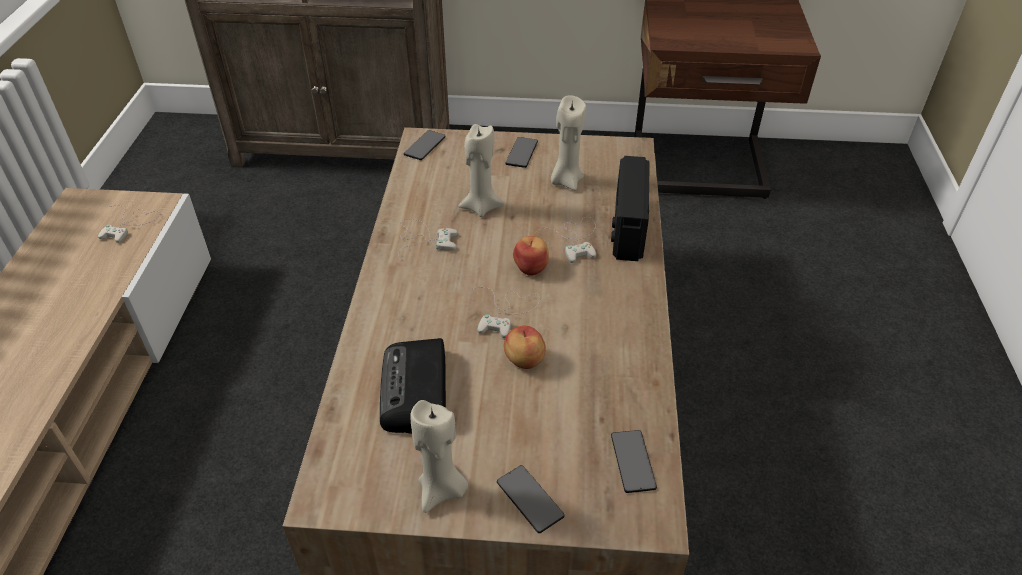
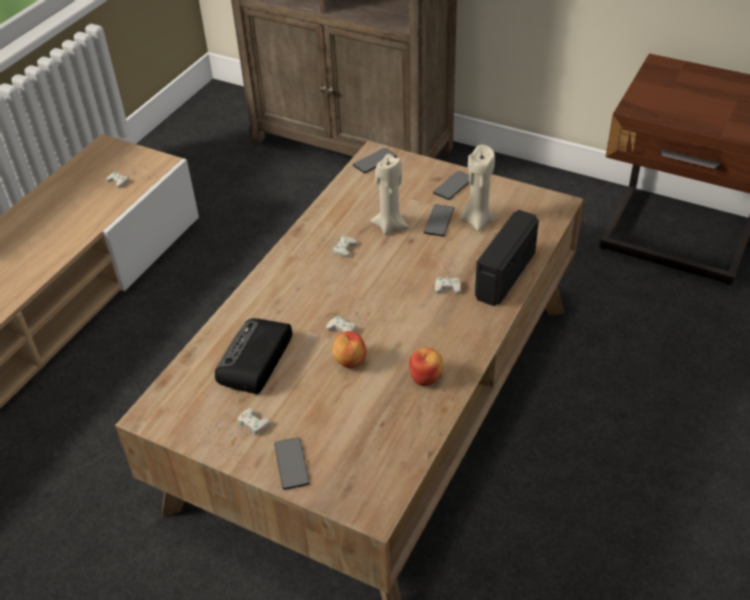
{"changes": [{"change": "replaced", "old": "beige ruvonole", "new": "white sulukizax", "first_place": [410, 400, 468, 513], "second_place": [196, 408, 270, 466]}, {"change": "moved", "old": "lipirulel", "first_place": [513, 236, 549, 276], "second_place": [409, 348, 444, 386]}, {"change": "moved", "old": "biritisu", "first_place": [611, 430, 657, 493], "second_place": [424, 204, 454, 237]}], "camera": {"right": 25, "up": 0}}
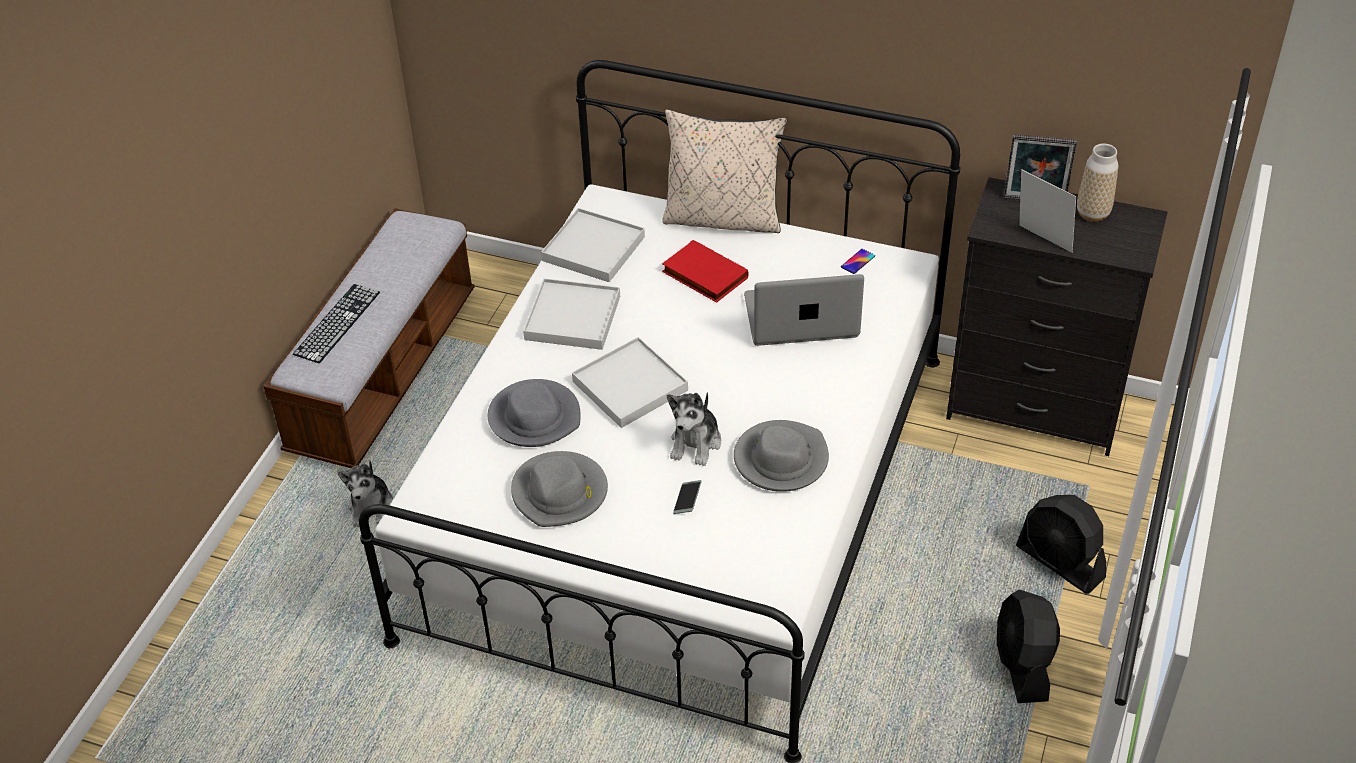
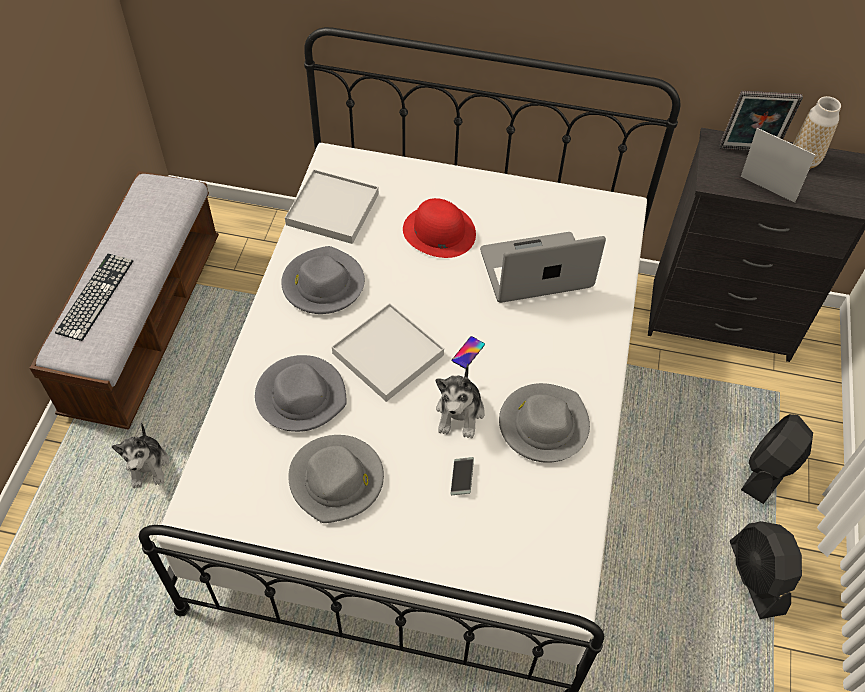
{"changes": [{"change": "replaced", "old": "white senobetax", "new": "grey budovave", "first_place": [523, 278, 620, 350], "second_place": [281, 246, 365, 314]}, {"change": "replaced", "old": "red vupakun", "new": "red budovave", "first_place": [662, 240, 748, 303], "second_place": [403, 198, 476, 258]}, {"change": "moved", "old": "biritisu", "first_place": [841, 249, 875, 274], "second_place": [452, 336, 485, 369]}, {"change": "turned", "old": "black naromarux", "first_place": [1016, 495, 1106, 594], "second_place": [741, 414, 813, 504], "degrees": 90}, {"change": "removed", "old": "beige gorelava", "first_place": [662, 110, 787, 233]}], "camera": {"right": -10, "up": 10}}
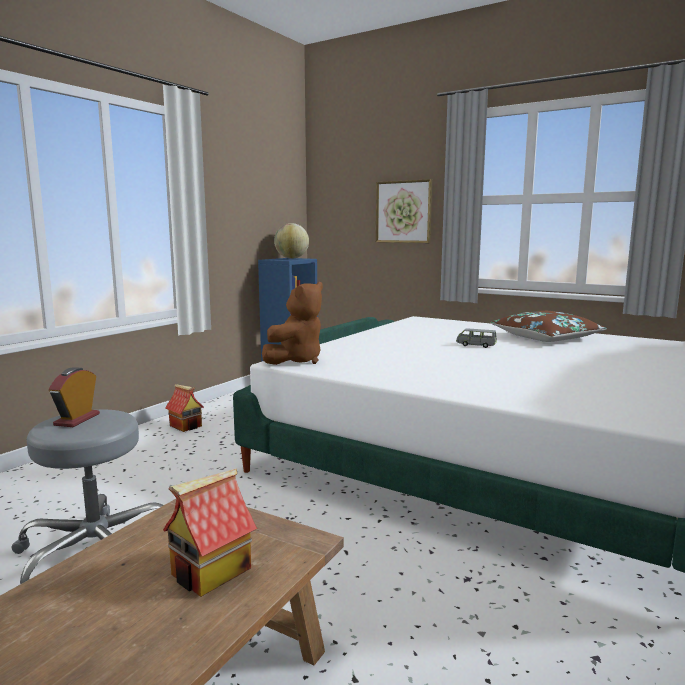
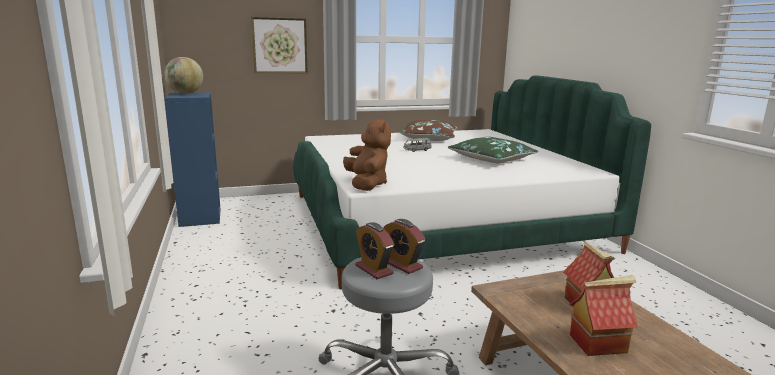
{"changes": [{"change": "added", "new": "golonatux", "second_place": [384, 219, 425, 274]}, {"change": "added", "new": "green gorelava", "second_place": [448, 137, 538, 163]}, {"change": "moved", "old": "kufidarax", "first_place": [165, 384, 204, 432], "second_place": [569, 275, 638, 356]}], "camera": {"right": -50, "up": 5}}
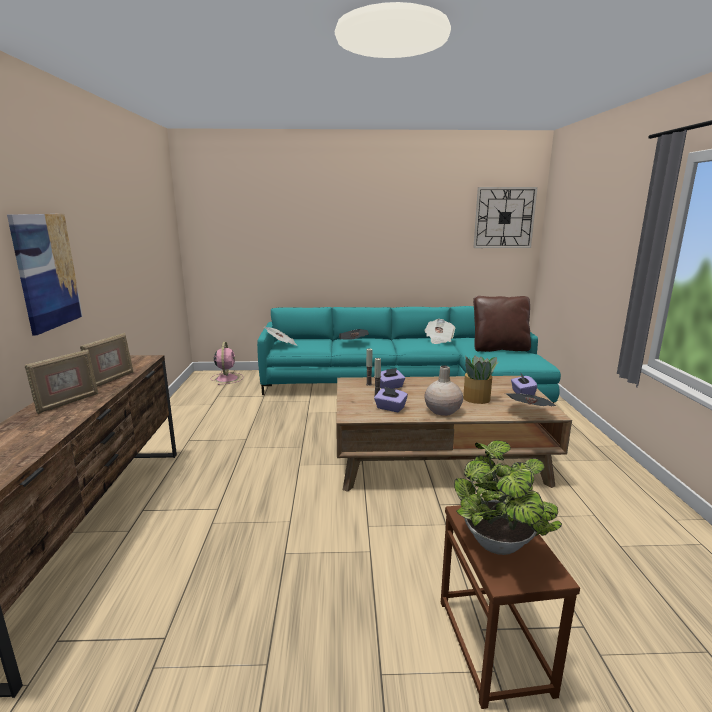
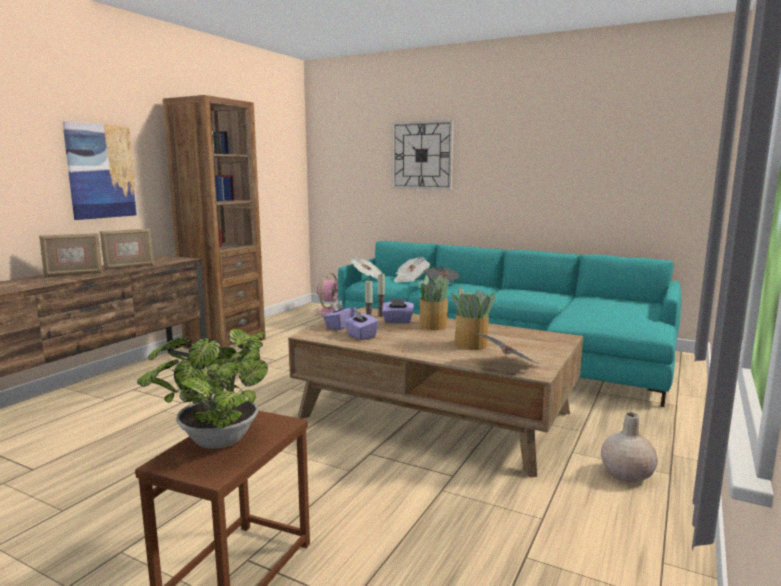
{"changes": [{"change": "added", "new": "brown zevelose", "second_place": [163, 95, 265, 349]}, {"change": "moved", "old": "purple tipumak", "first_place": [511, 372, 537, 395], "second_place": [323, 301, 357, 330]}, {"change": "moved", "old": "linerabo", "first_place": [473, 187, 538, 248], "second_place": [392, 120, 454, 190]}, {"change": "moved", "old": "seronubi", "first_place": [424, 319, 455, 344], "second_place": [394, 257, 430, 282]}, {"change": "added", "new": "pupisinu", "second_place": [418, 275, 449, 330]}, {"change": "moved", "old": "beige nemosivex", "first_place": [424, 366, 463, 416], "second_place": [601, 412, 658, 483]}, {"change": "removed", "old": "brown gorelava", "first_place": [473, 296, 531, 352]}], "camera": {"right": 30, "up": -5}}
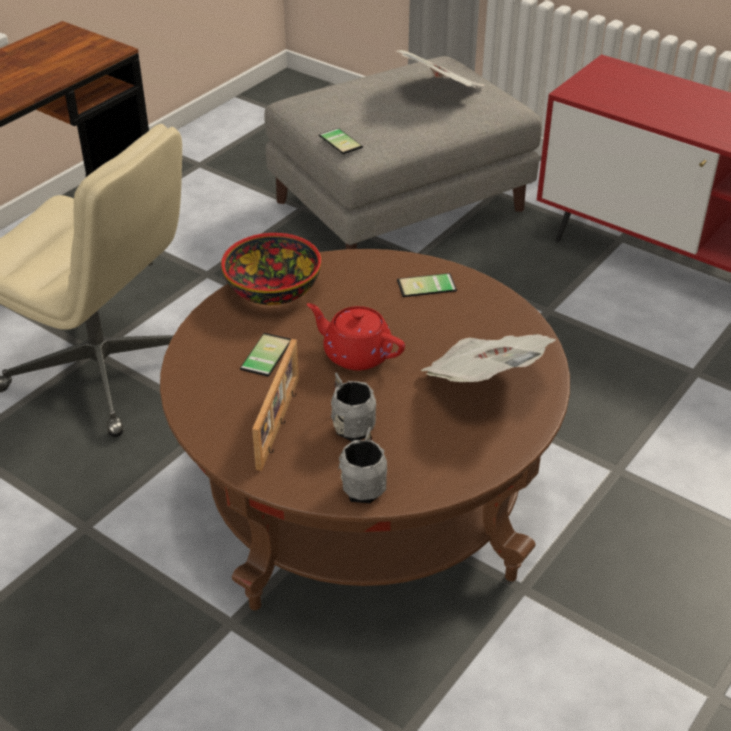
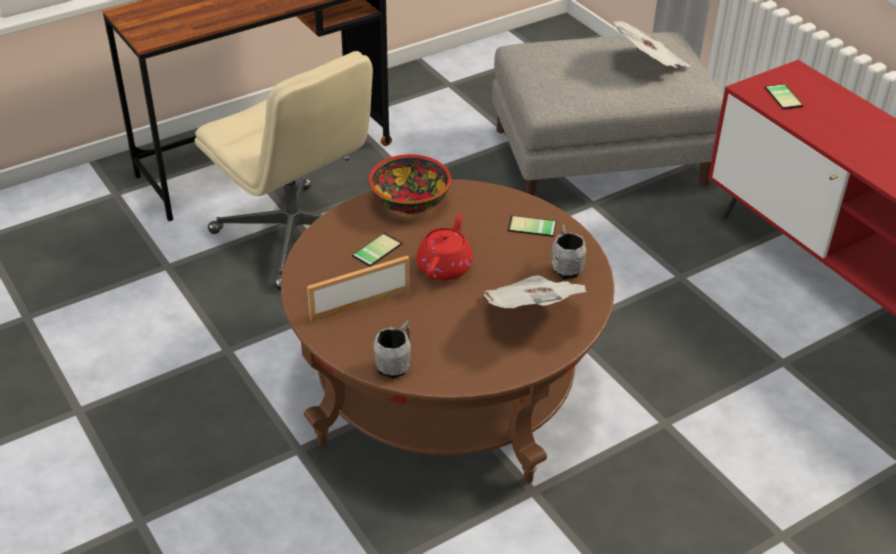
{"changes": [{"change": "turned", "old": "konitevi", "first_place": [252, 339, 299, 471], "second_place": [307, 255, 410, 322], "degrees": -150}, {"change": "turned", "old": "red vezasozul", "first_place": [307, 303, 405, 370], "second_place": [416, 213, 473, 280], "degrees": 60}, {"change": "moved", "old": "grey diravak", "first_place": [331, 372, 377, 442], "second_place": [551, 225, 586, 279]}, {"change": "moved", "old": "biritisu", "first_place": [319, 128, 363, 154], "second_place": [765, 84, 803, 110]}], "camera": {"right": 20, "up": 0}}
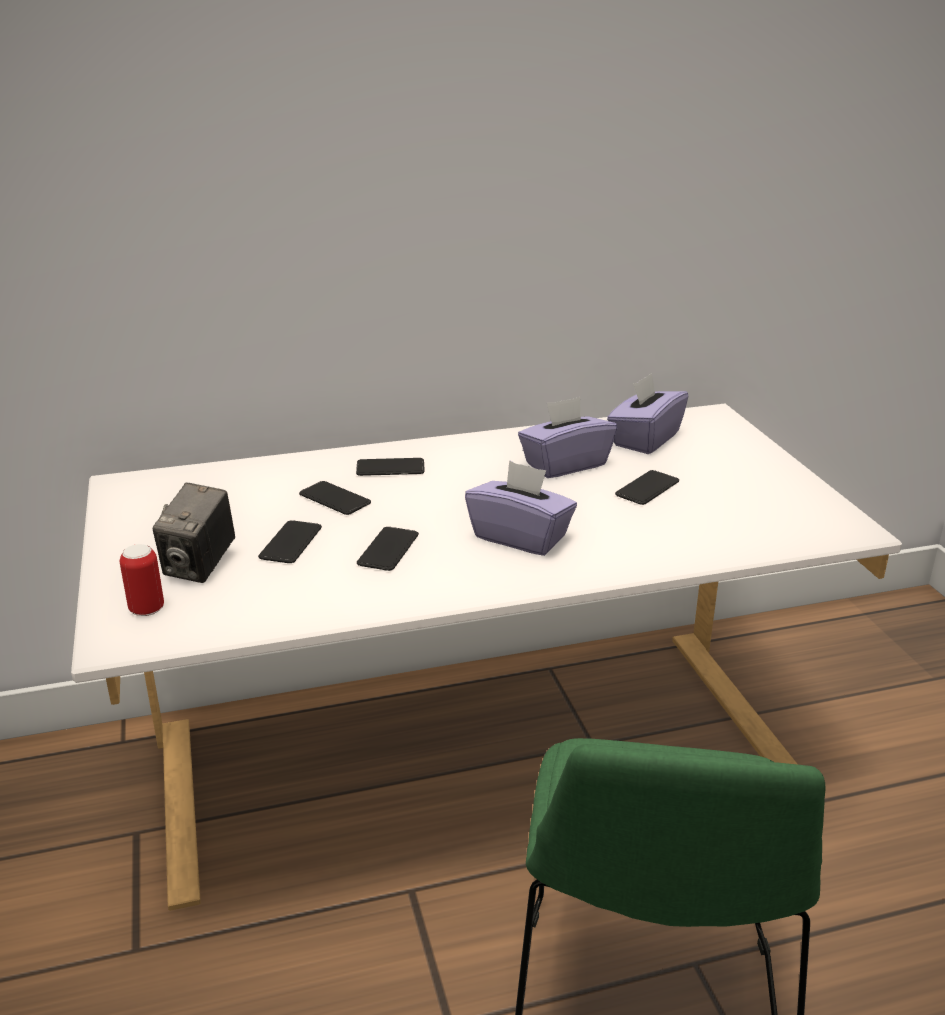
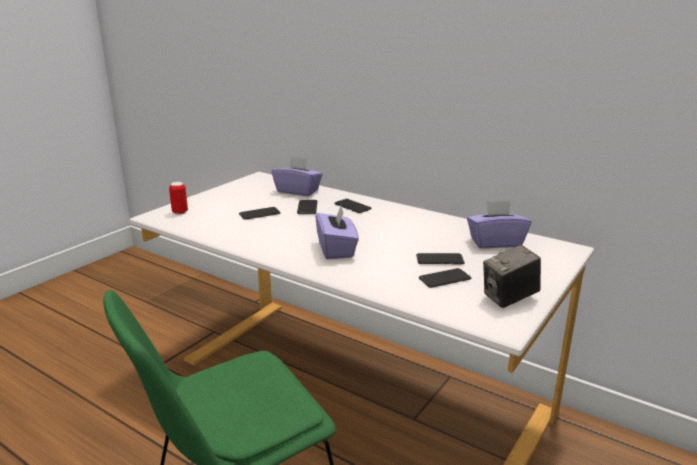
{"changes": [{"change": "moved", "old": "purple tipumak", "first_place": [518, 397, 617, 478], "second_place": [272, 156, 323, 196]}, {"change": "moved", "old": "biritisu", "first_place": [357, 527, 419, 571], "second_place": [419, 268, 471, 288]}, {"change": "moved", "old": "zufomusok", "first_place": [153, 483, 235, 583], "second_place": [483, 245, 541, 308]}], "camera": {"right": 50, "up": -5}}
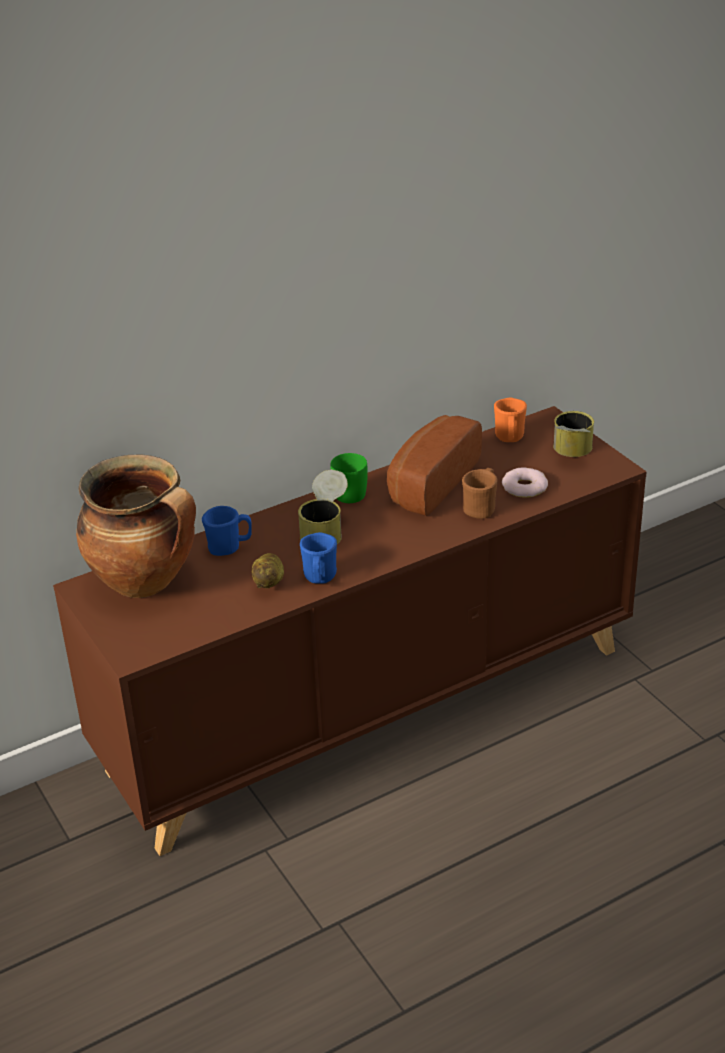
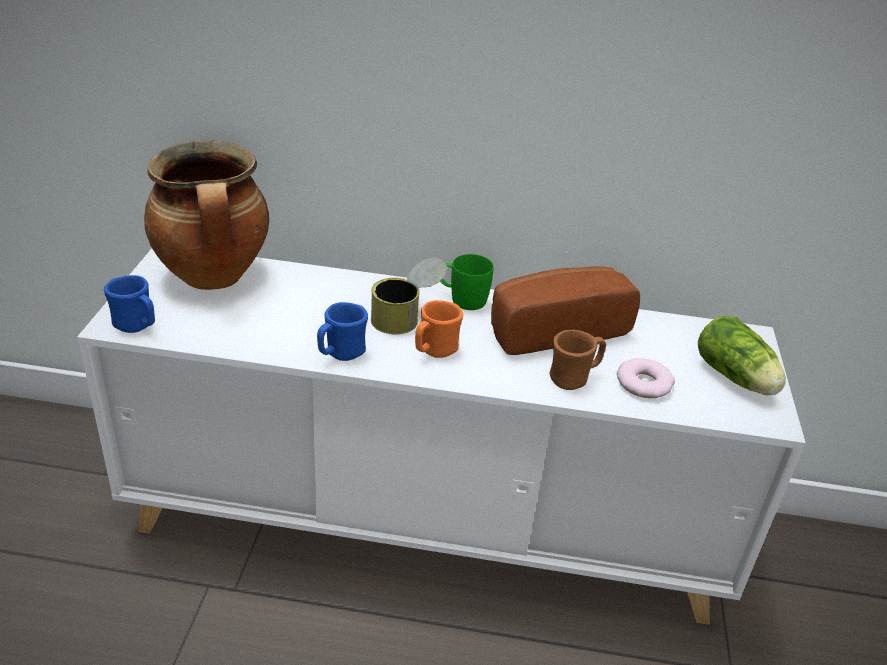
{"changes": [{"change": "recoloured", "old": "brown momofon", "new": "white momofon", "first_place": [53, 406, 647, 856], "second_place": [77, 249, 806, 625]}, {"change": "moved", "old": "blue diravak", "first_place": [202, 506, 252, 556], "second_place": [104, 275, 155, 333]}, {"change": "moved", "old": "orange diravak", "first_place": [494, 397, 527, 442], "second_place": [415, 300, 463, 358]}, {"change": "replaced", "old": "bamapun", "new": "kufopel", "first_place": [553, 411, 594, 457], "second_place": [698, 316, 786, 395]}, {"change": "removed", "old": "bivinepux", "first_place": [252, 553, 284, 588]}], "camera": {"right": 35, "up": 0}}
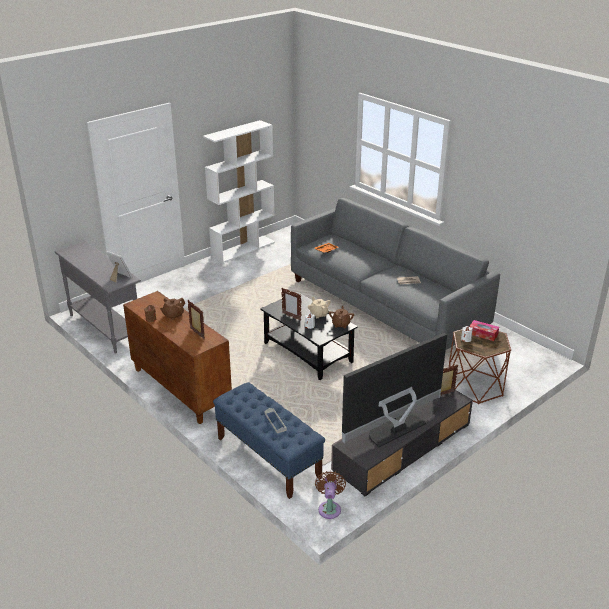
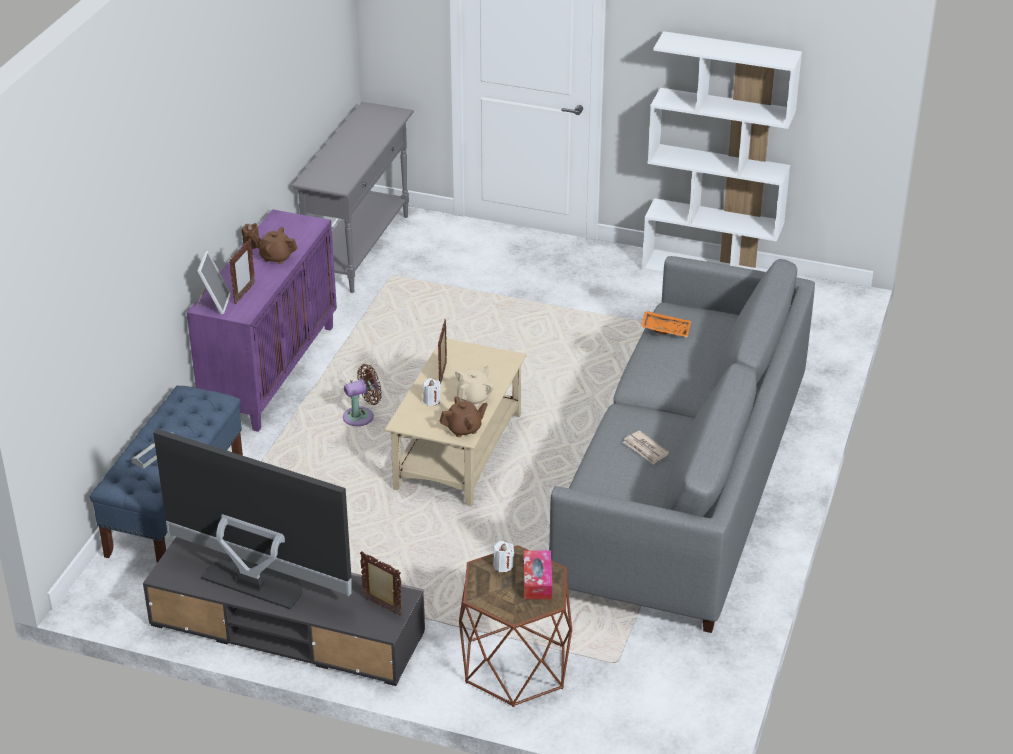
{"changes": [{"change": "recoloured", "old": "brown momofon", "new": "purple momofon", "first_place": [123, 291, 232, 424], "second_place": [187, 209, 337, 432]}, {"change": "moved", "old": "konitevi", "first_place": [106, 251, 132, 283], "second_place": [196, 251, 231, 315]}, {"change": "moved", "old": "brown naromarux", "first_place": [315, 471, 346, 519], "second_place": [343, 364, 382, 426]}, {"change": "recoloured", "old": "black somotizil", "new": "beige somotizil", "first_place": [260, 292, 358, 380], "second_place": [385, 338, 526, 506]}], "camera": {"right": 60, "up": 5}}
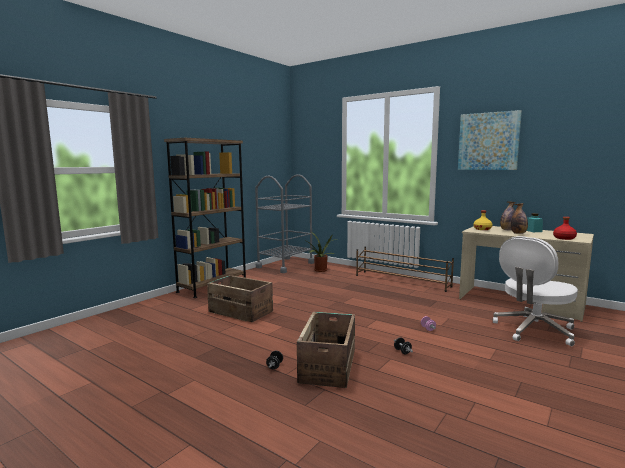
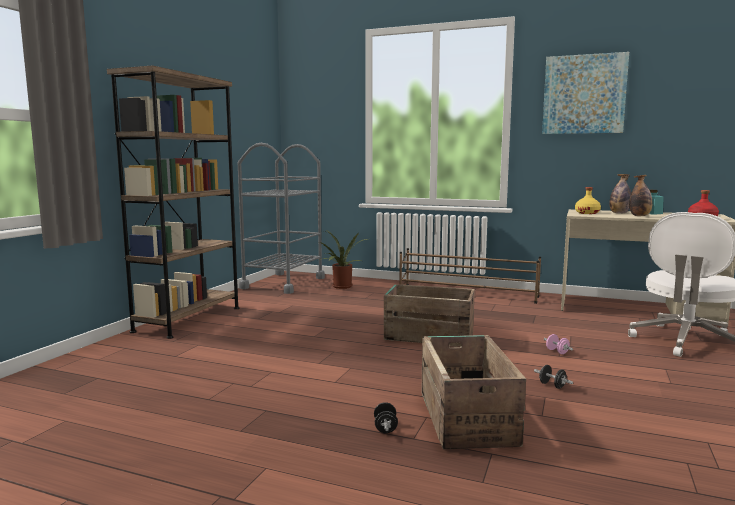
{"changes": [{"change": "moved", "old": "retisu", "first_place": [207, 275, 273, 322], "second_place": [384, 284, 475, 347]}], "camera": {"right": -15, "up": 0}}
